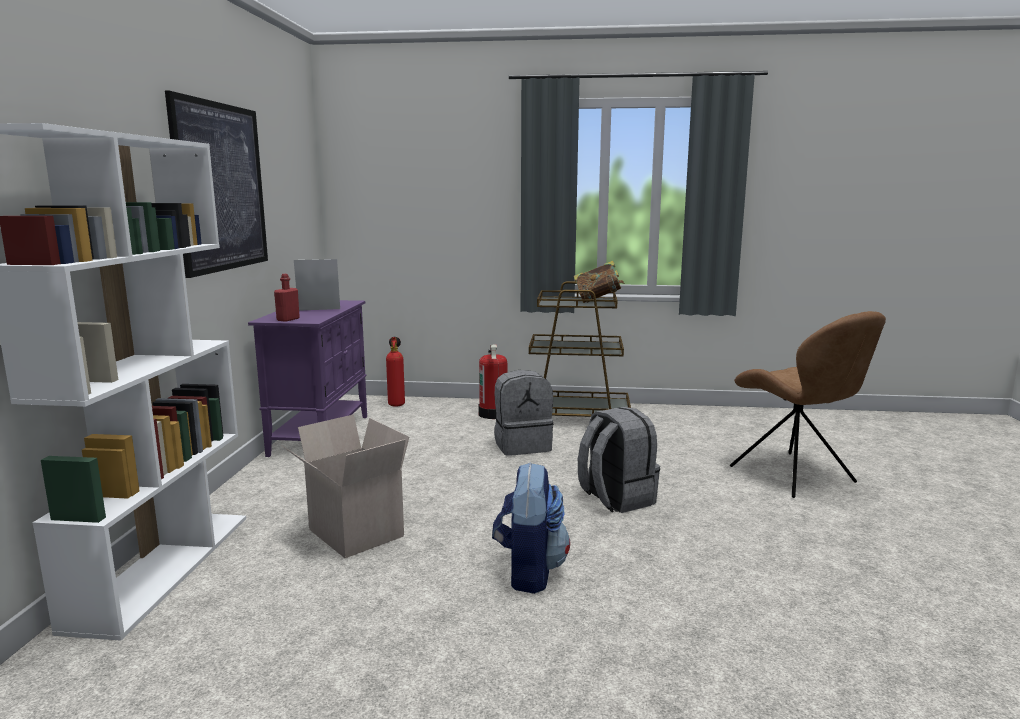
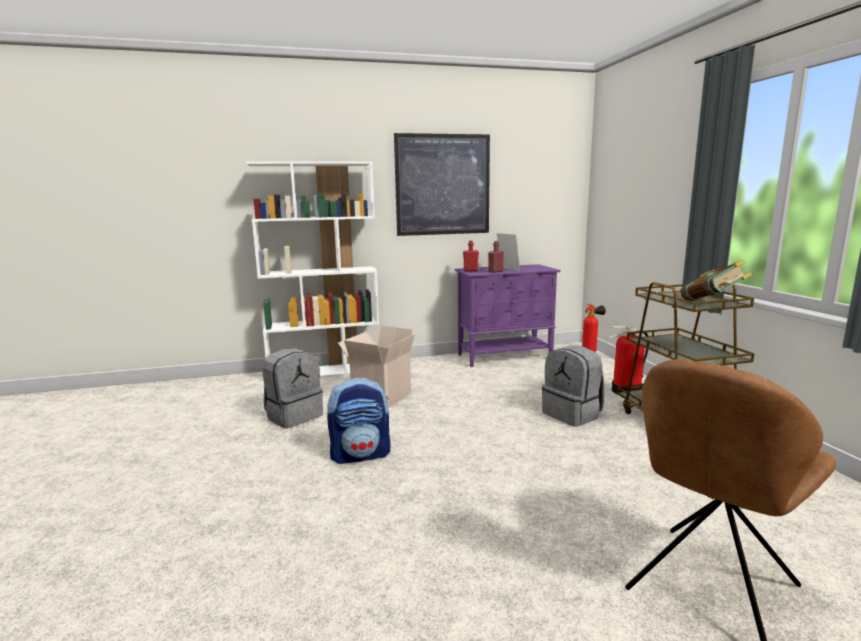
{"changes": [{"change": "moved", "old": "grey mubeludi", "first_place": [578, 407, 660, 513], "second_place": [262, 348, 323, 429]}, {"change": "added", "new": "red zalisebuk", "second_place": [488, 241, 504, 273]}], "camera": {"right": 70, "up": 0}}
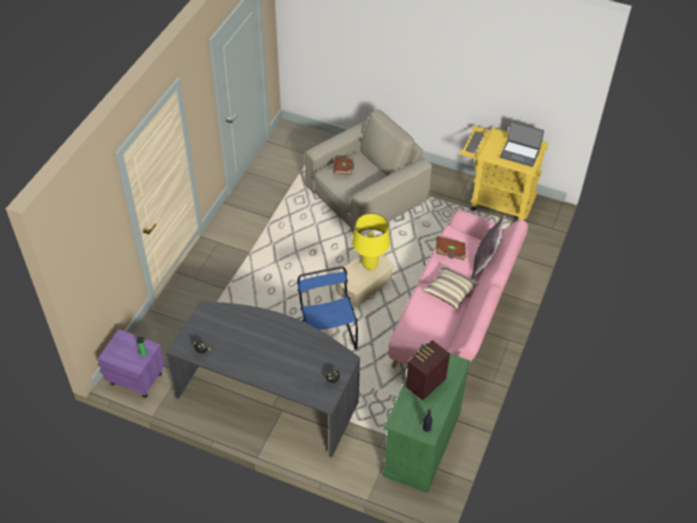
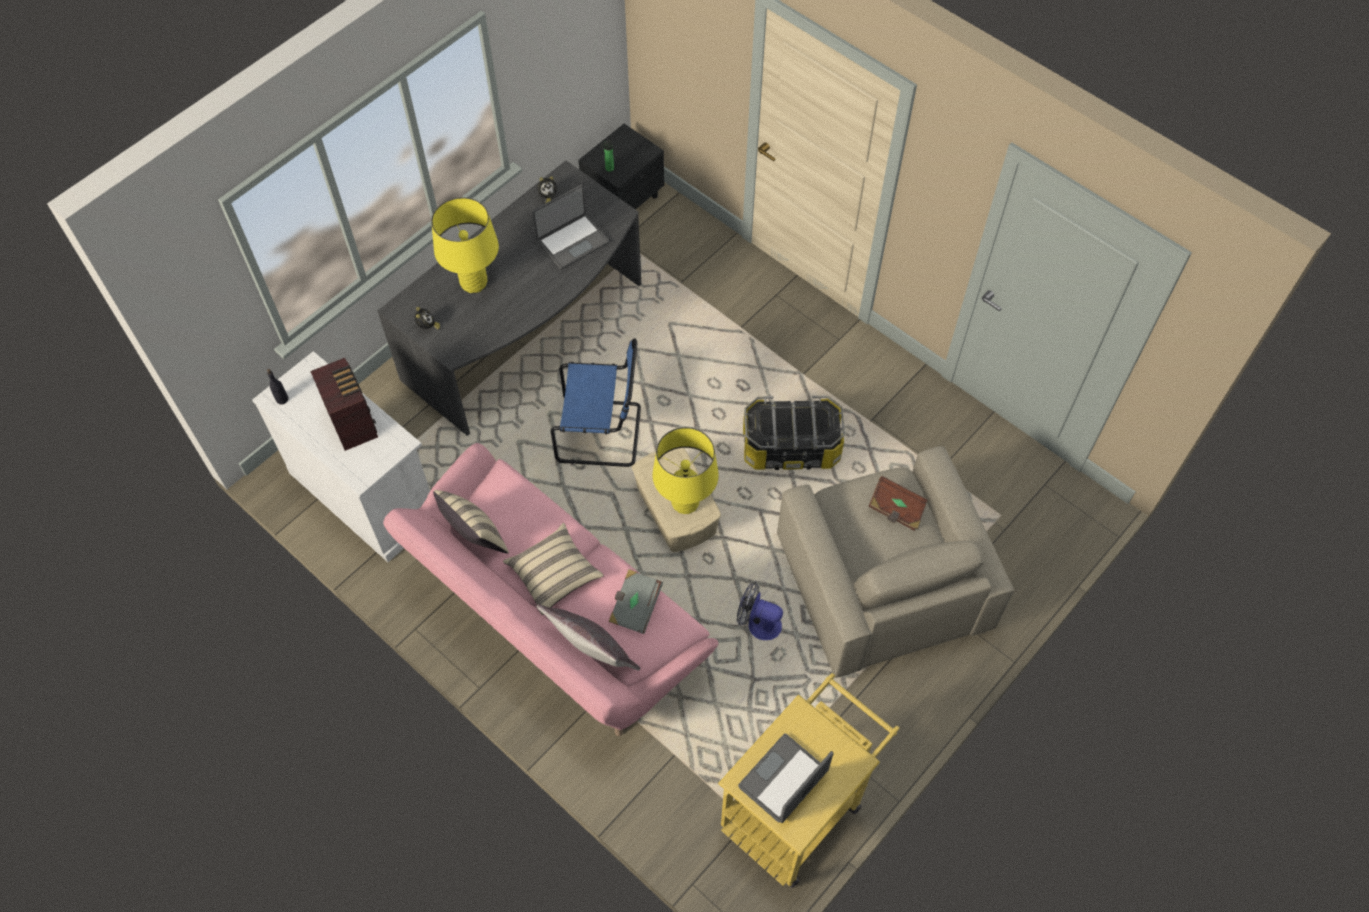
{"changes": [{"change": "recoloured", "old": "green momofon", "new": "white momofon", "first_place": [382, 344, 470, 493], "second_place": [252, 351, 430, 562]}, {"change": "added", "new": "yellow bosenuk", "second_place": [431, 197, 499, 293]}, {"change": "added", "new": "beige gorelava", "second_place": [433, 490, 509, 554]}, {"change": "added", "new": "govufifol", "second_place": [532, 184, 609, 269]}, {"change": "recoloured", "old": "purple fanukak", "new": "black fanukak", "first_place": [98, 329, 165, 398], "second_place": [578, 124, 664, 210]}, {"change": "recoloured", "old": "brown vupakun", "new": "grey vupakun", "first_place": [436, 236, 466, 260], "second_place": [609, 569, 663, 634]}, {"change": "added", "new": "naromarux", "second_place": [737, 581, 783, 640]}, {"change": "added", "new": "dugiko", "second_place": [743, 396, 845, 470]}], "camera": {"right": 110, "up": 10}}
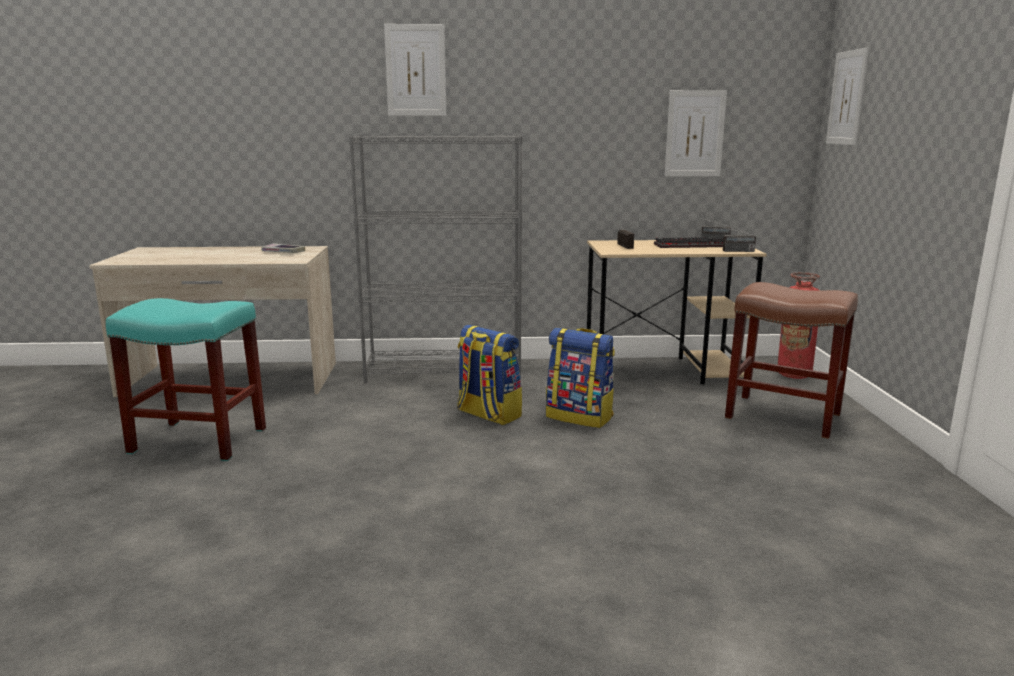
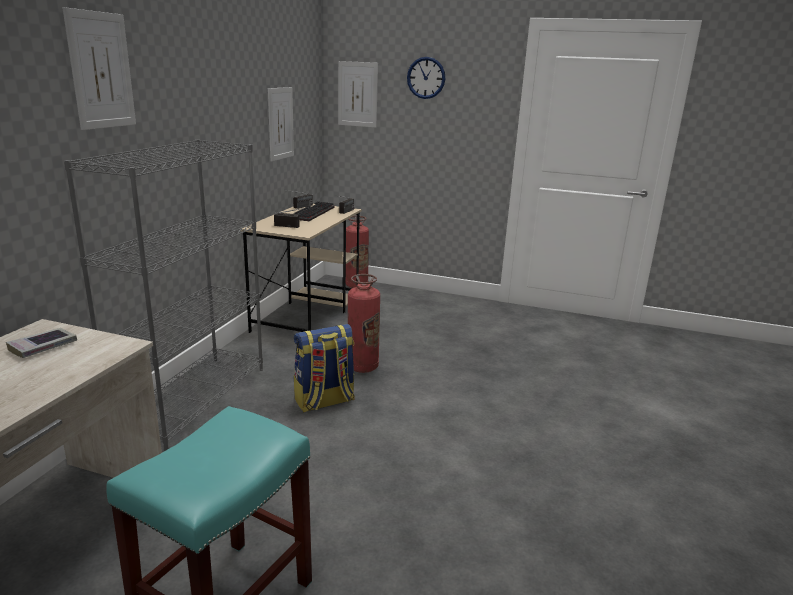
{"changes": [{"change": "replaced", "old": "mubeludi", "new": "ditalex", "first_place": [546, 328, 615, 428], "second_place": [348, 274, 380, 373]}, {"change": "added", "new": "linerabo", "second_place": [407, 57, 445, 99]}, {"change": "removed", "old": "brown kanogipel", "first_place": [725, 282, 858, 439]}], "camera": {"right": -70, "up": 5}}
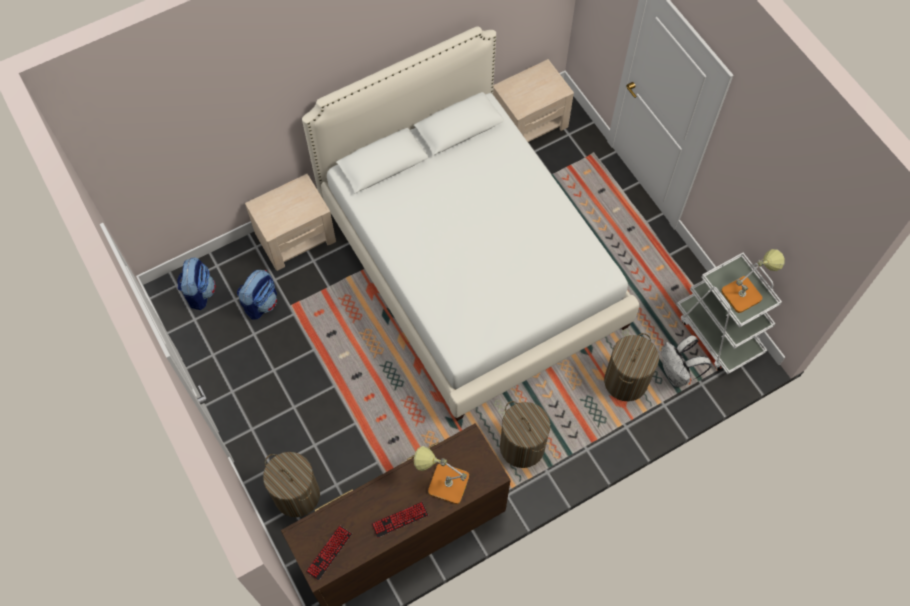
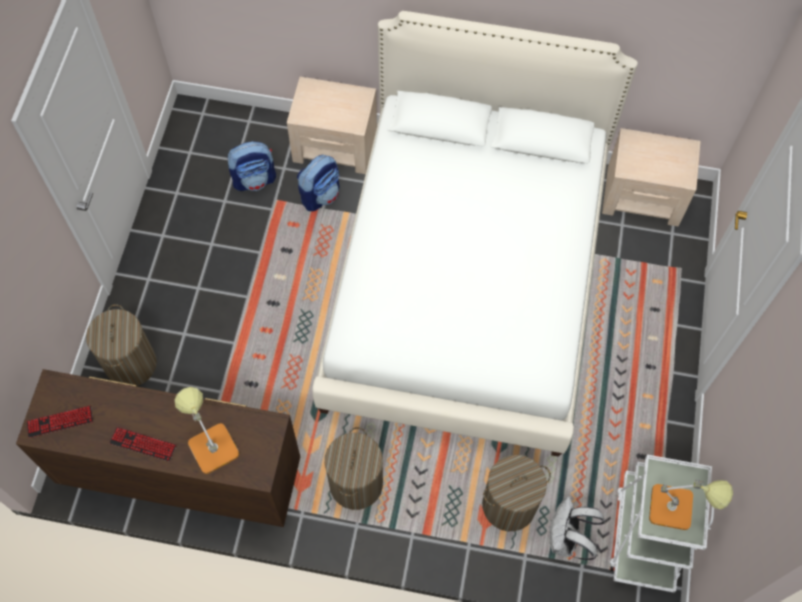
{"changes": [{"change": "moved", "old": "mubeludi", "first_place": [177, 257, 216, 310], "second_place": [297, 155, 339, 211]}], "camera": {"right": 40, "up": 0}}
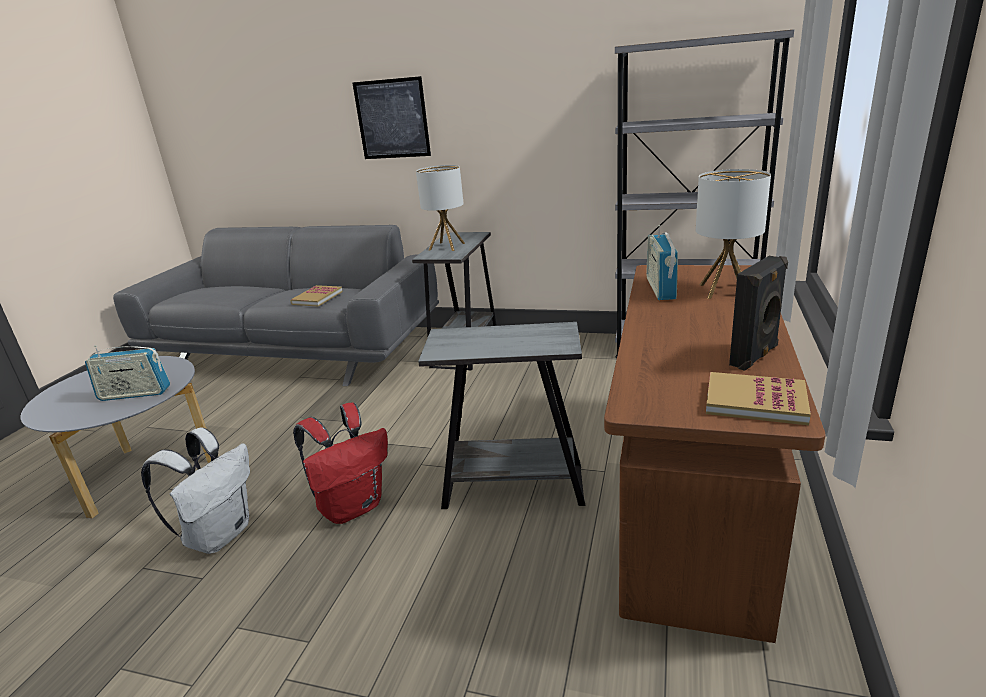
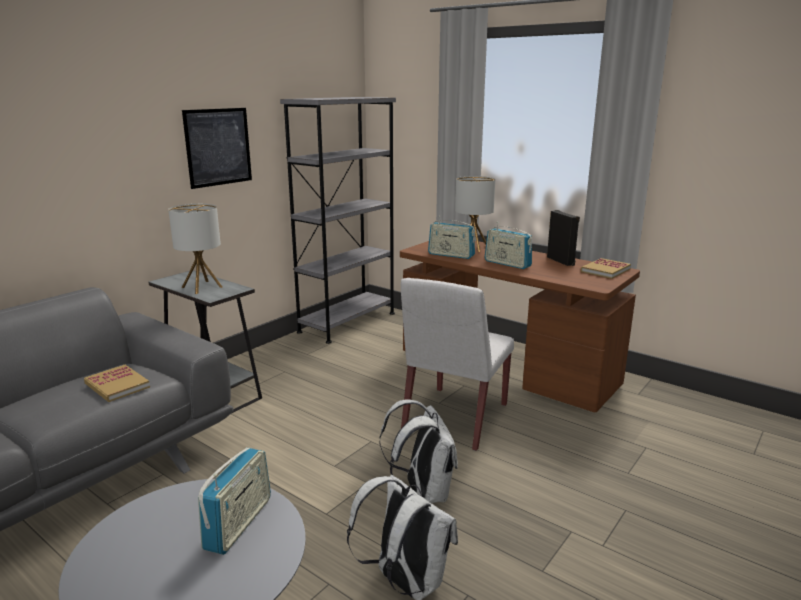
{"changes": [{"change": "moved", "old": "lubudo", "first_place": [352, 76, 431, 159], "second_place": [182, 108, 252, 189]}, {"change": "recoloured", "old": "red mubeludi", "new": "white mubeludi", "first_place": [293, 403, 388, 524], "second_place": [380, 399, 458, 503]}, {"change": "replaced", "old": "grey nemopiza", "new": "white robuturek", "first_place": [418, 322, 585, 509], "second_place": [401, 278, 514, 451]}, {"change": "added", "new": "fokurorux", "second_place": [485, 222, 532, 269]}], "camera": {"right": -70, "up": -5}}
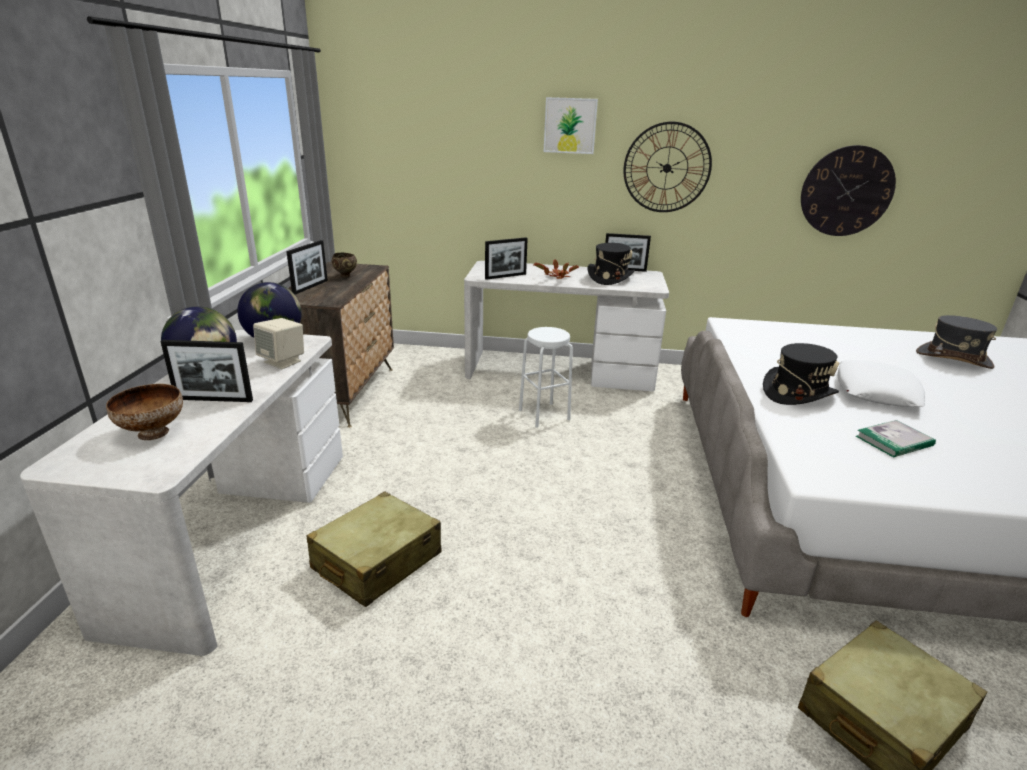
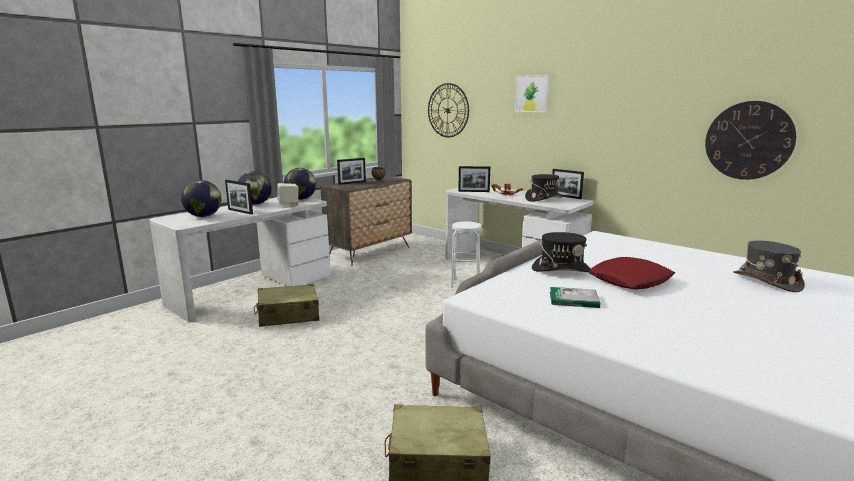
{"changes": [{"change": "replaced", "old": "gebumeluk", "new": "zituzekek", "first_place": [106, 384, 183, 440], "second_place": [181, 180, 221, 217]}, {"change": "moved", "old": "linerabo", "first_place": [623, 122, 712, 212], "second_place": [428, 83, 469, 137]}, {"change": "recoloured", "old": "white gorelava", "new": "red gorelava", "first_place": [837, 360, 925, 407], "second_place": [588, 257, 675, 289]}], "camera": {"right": 35, "up": -10}}
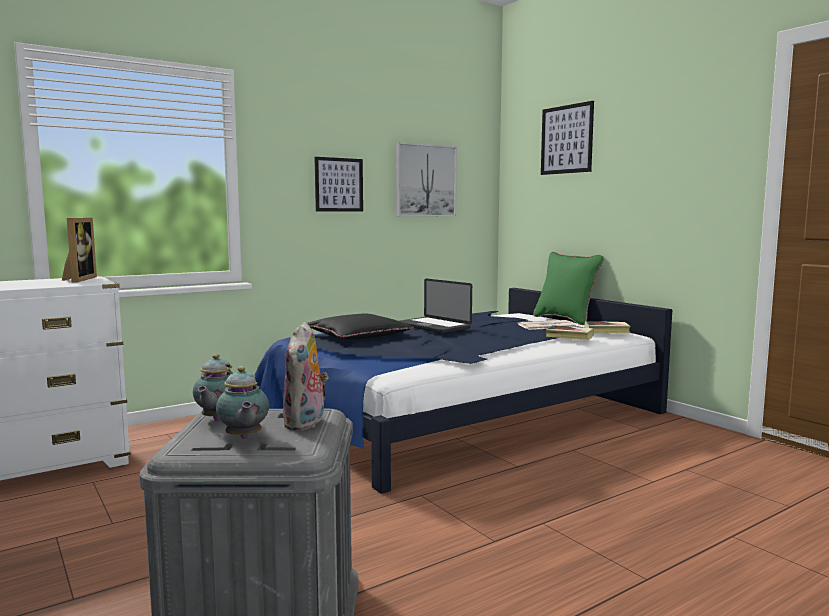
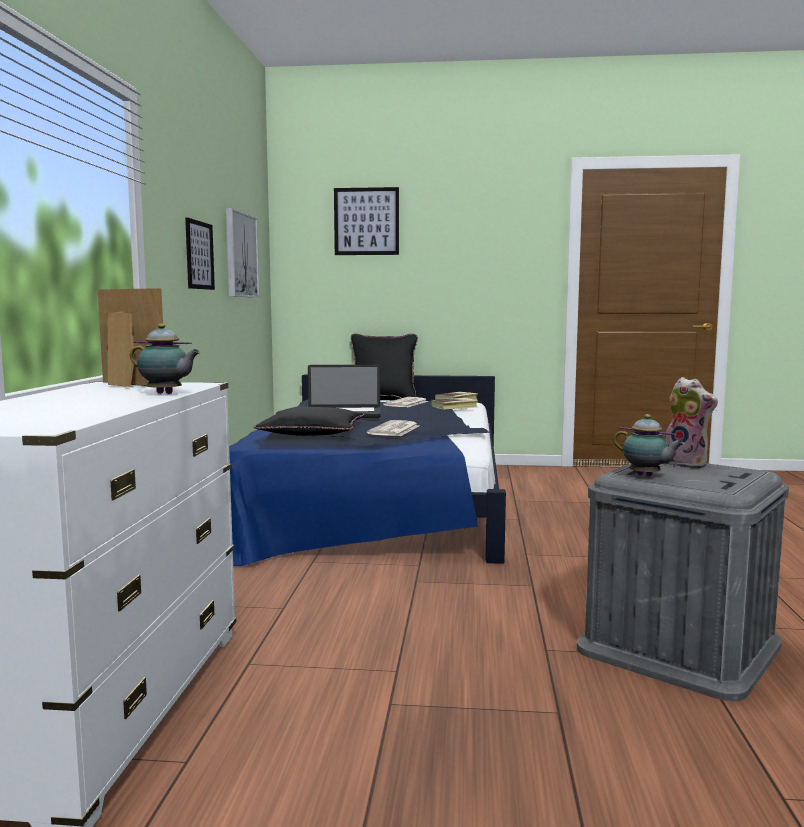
{"changes": [{"change": "moved", "old": "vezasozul", "first_place": [216, 366, 269, 439], "second_place": [130, 324, 201, 394]}, {"change": "recoloured", "old": "green gorelava", "new": "black gorelava", "first_place": [533, 252, 604, 325], "second_place": [351, 333, 418, 398]}, {"change": "added", "new": "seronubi", "second_place": [367, 420, 419, 436]}], "camera": {"right": -50, "up": 0}}
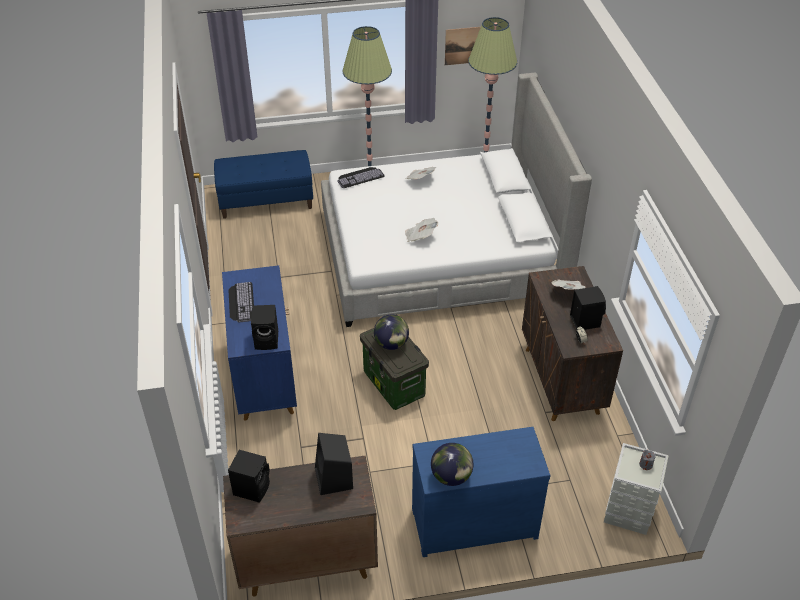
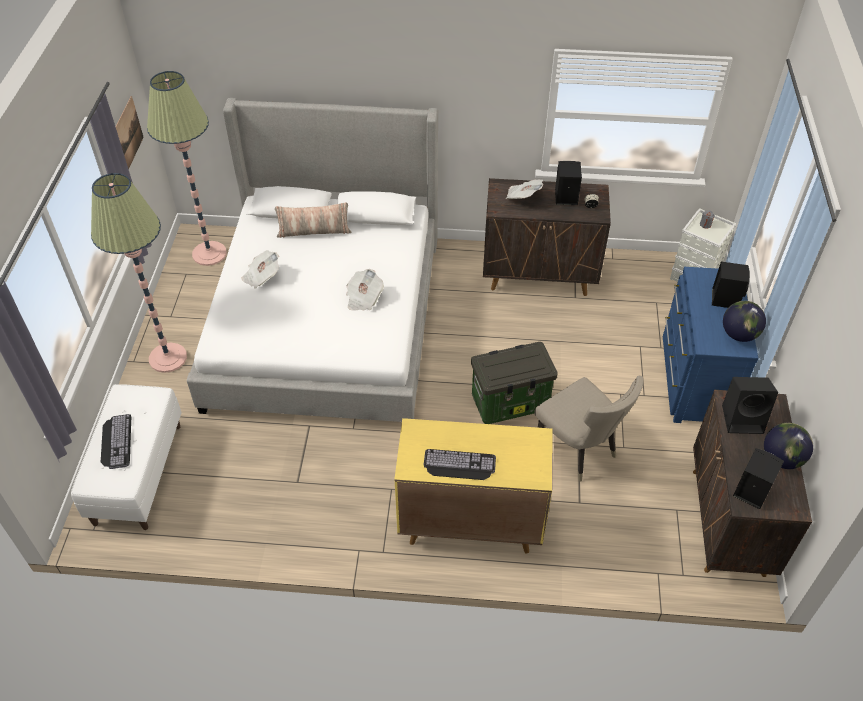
{"changes": [{"change": "recoloured", "old": "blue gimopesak", "new": "white gimopesak", "first_place": [214, 150, 313, 219], "second_place": [71, 384, 182, 530]}, {"change": "moved", "old": "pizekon", "first_place": [337, 167, 385, 188], "second_place": [101, 414, 131, 469]}, {"change": "added", "new": "gorelava", "second_place": [275, 202, 351, 238]}, {"change": "recoloured", "old": "blue momofon", "new": "yellow momofon", "first_place": [222, 265, 297, 421], "second_place": [394, 418, 552, 554]}, {"change": "added", "new": "beige robuturek", "second_place": [534, 376, 643, 482]}, {"change": "moved", "old": "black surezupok", "first_place": [251, 305, 278, 350], "second_place": [712, 262, 750, 308]}, {"change": "moved", "old": "zituzekek", "first_place": [374, 314, 409, 350], "second_place": [764, 423, 813, 469]}], "camera": {"right": -75, "up": 5}}
